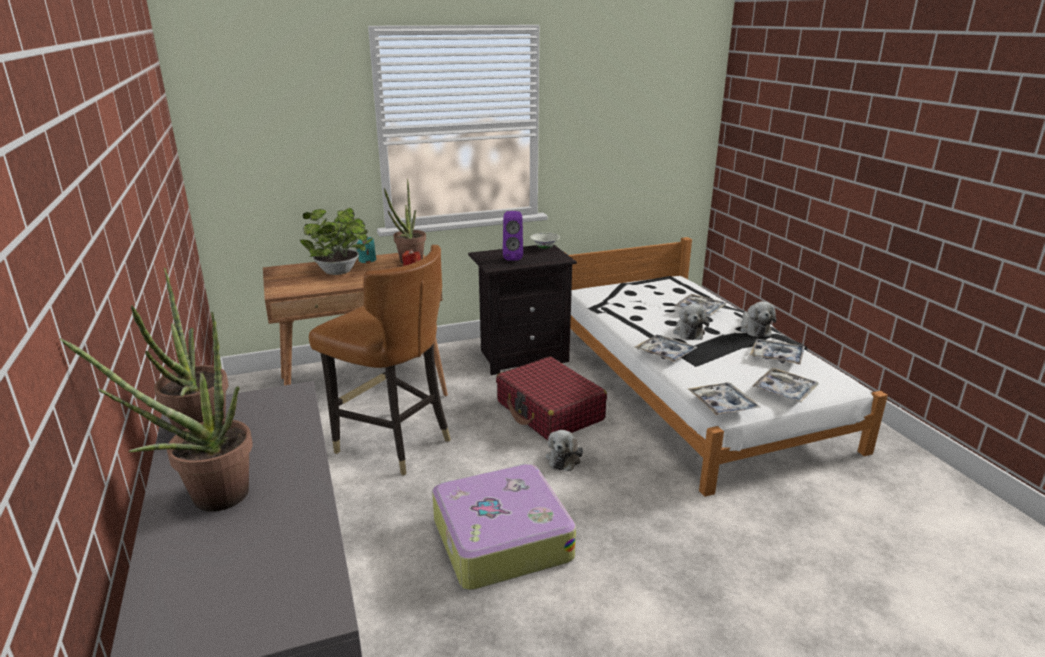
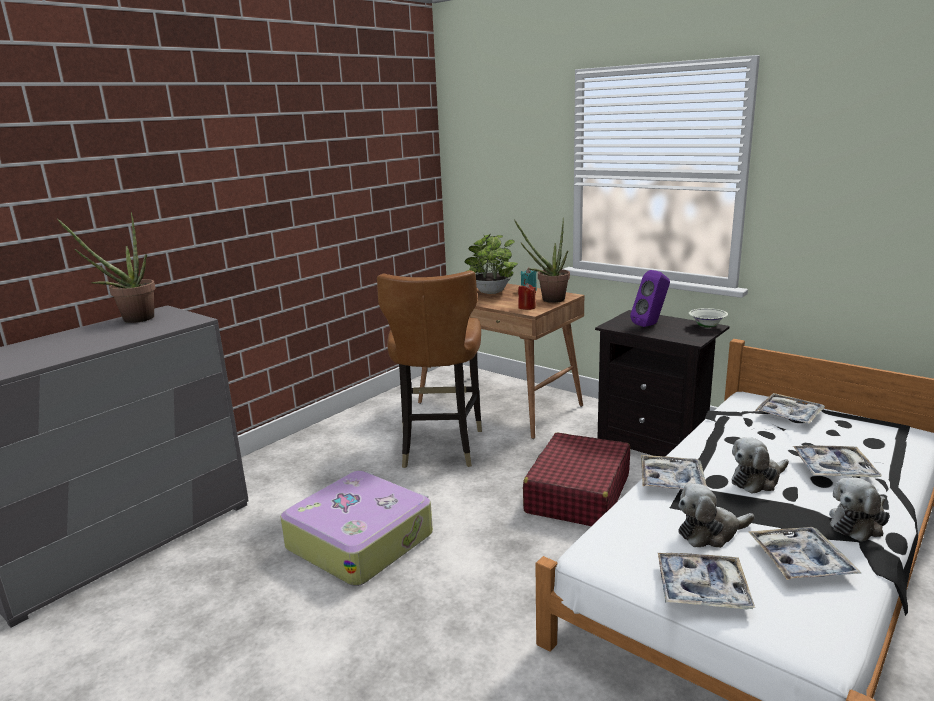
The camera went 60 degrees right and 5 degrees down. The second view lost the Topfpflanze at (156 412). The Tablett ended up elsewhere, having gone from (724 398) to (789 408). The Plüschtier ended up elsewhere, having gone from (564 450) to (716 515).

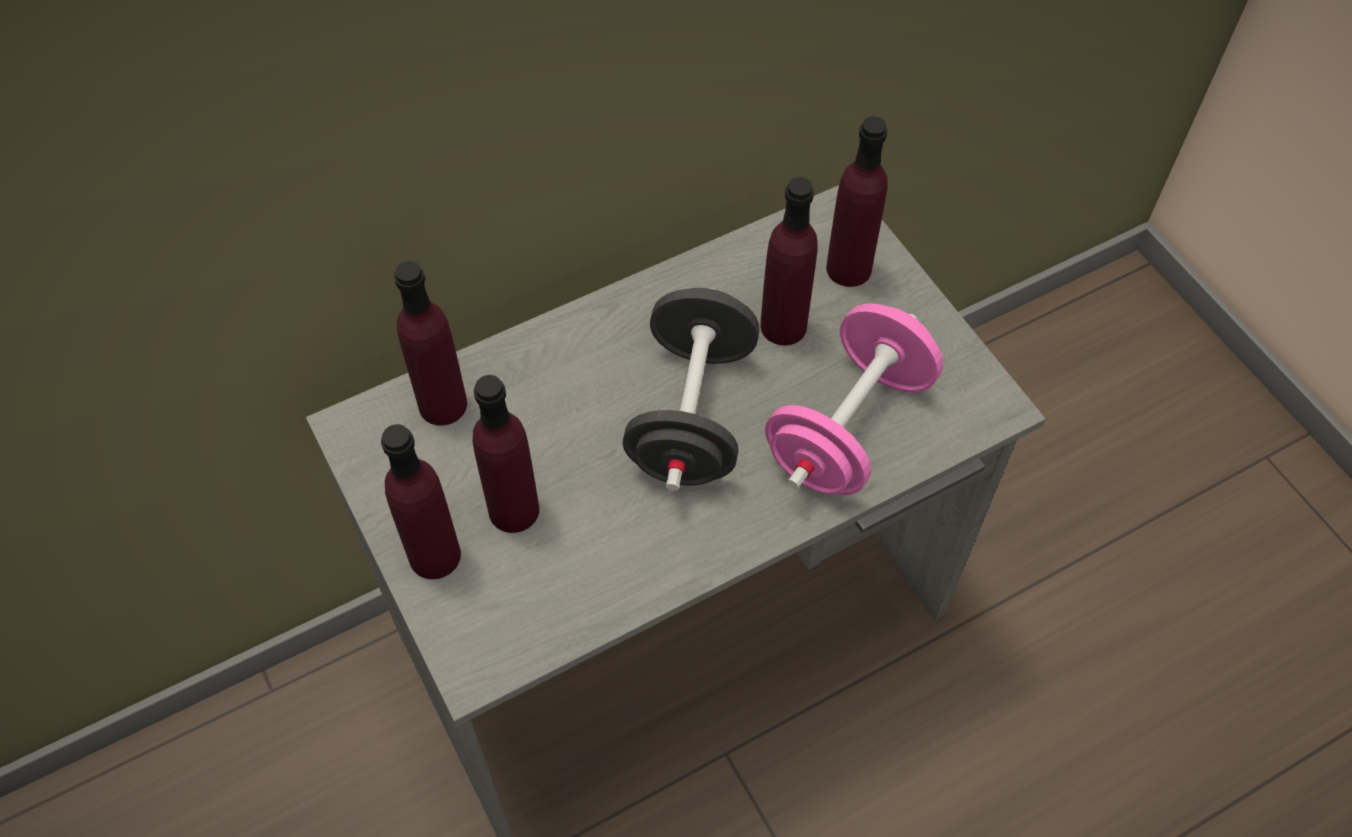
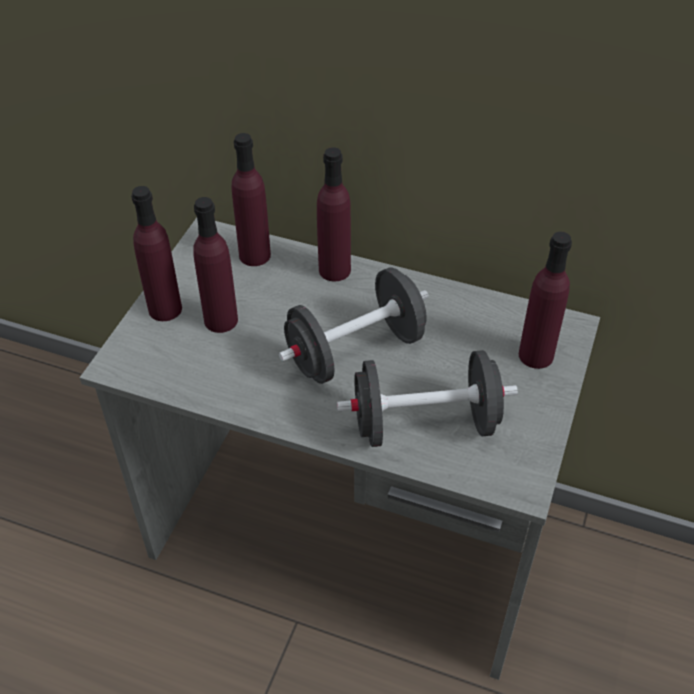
The camera went 50 degrees right and 10 degrees down. The Flasche/lila ended up elsewhere, having gone from (789 261) to (334 214). What was the Hantel/rosa at (854 399) turned into the Hantel/schwarz at (427 398).

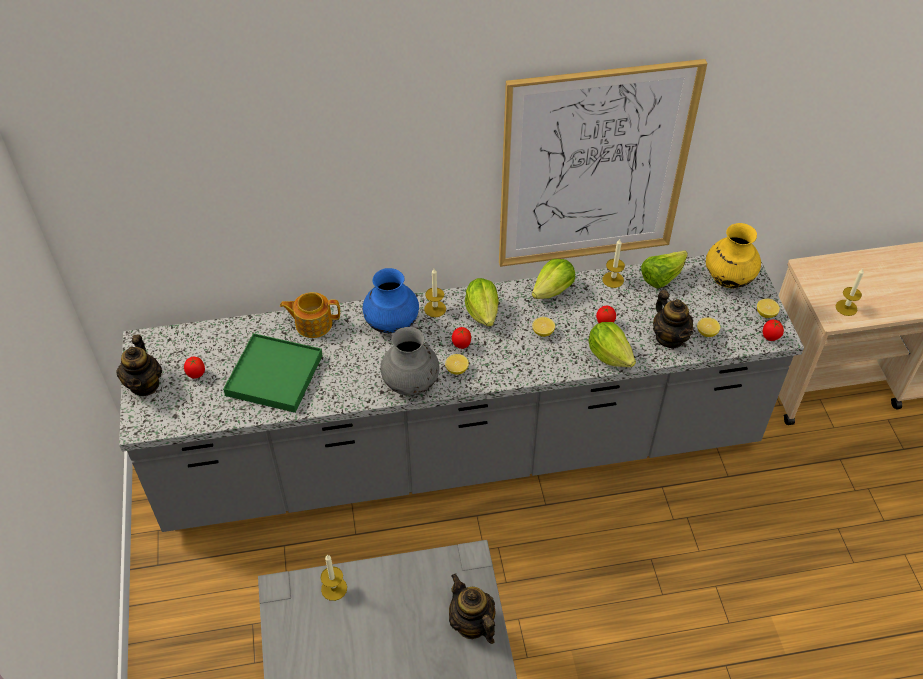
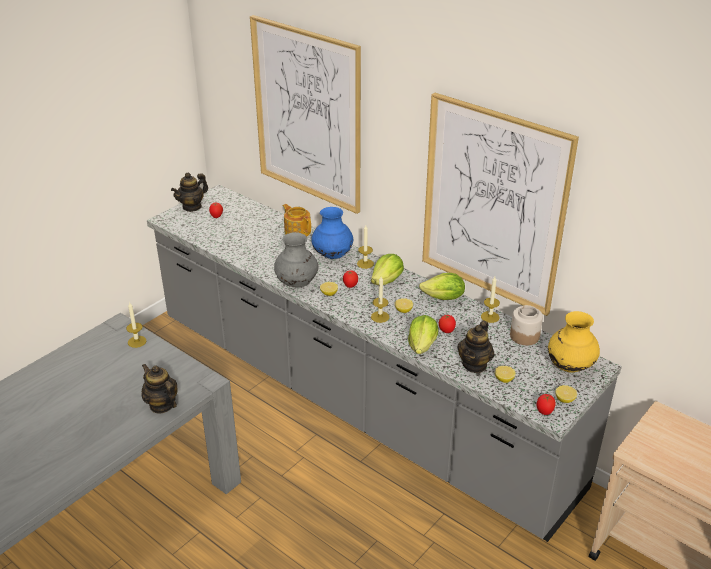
The camera went 50 degrees right and 15 degrees down. Where the Salatkopf stood at (664 269), the Vorratsglas came to stand at (526 325). The Kerze ended up elsewhere, having gone from (849 292) to (380 300). The second view lost the Tablett/grün at (273 373). The Teekanne at (472 609) ended up facing another way, 60 degrees counterclockwise from before. The second view gained the Bild at (305 114).

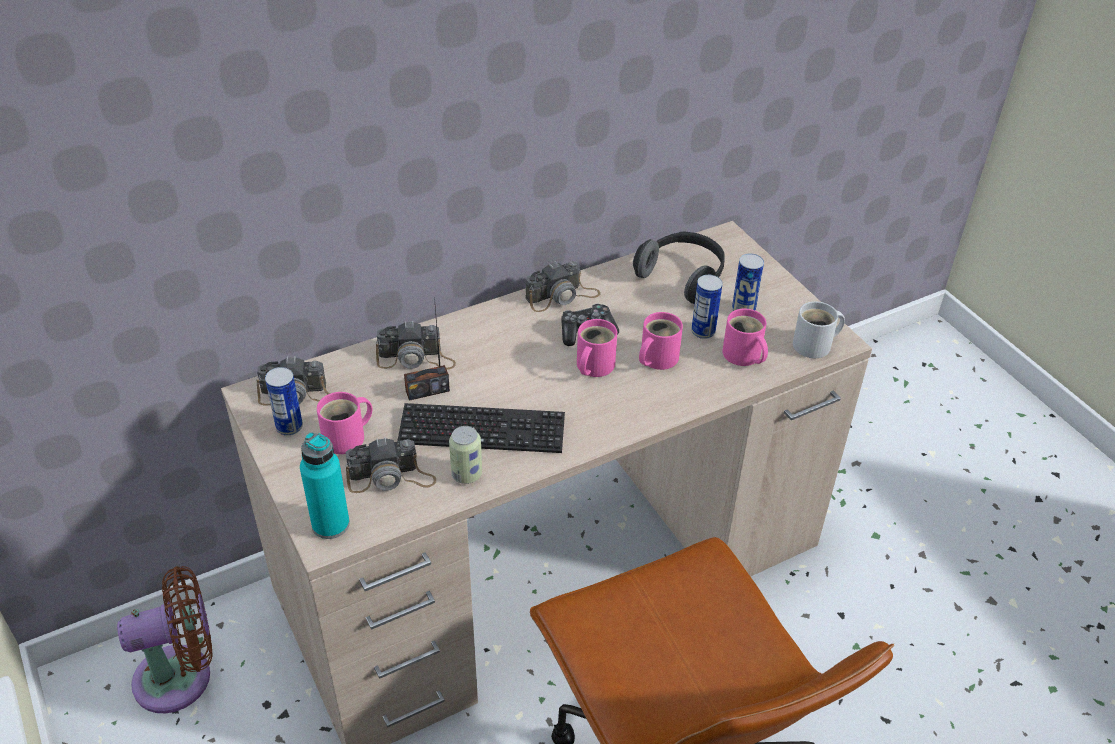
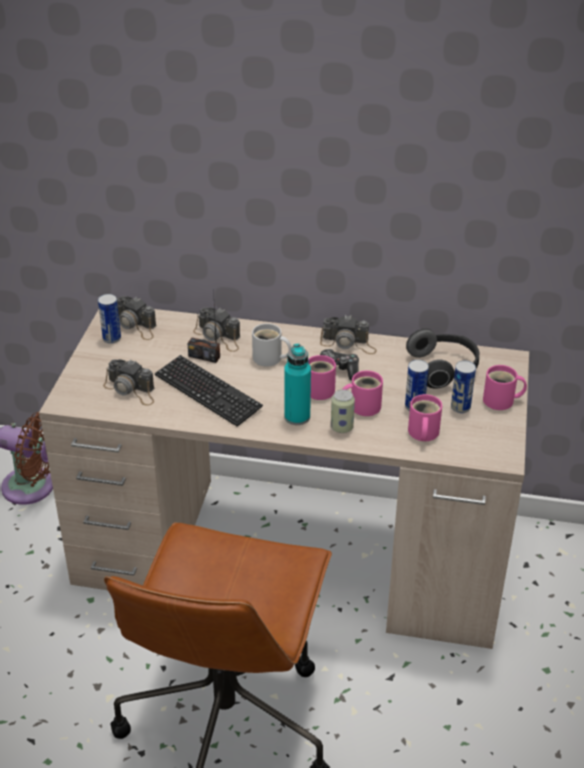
The camera went 40 degrees right and 5 degrees down. The Henkelbecher/weiß ended up elsewhere, having gone from (819 329) to (271 345). The Henkelbecher/rosa ended up elsewhere, having gone from (344 423) to (505 387). The Dose ended up elsewhere, having gone from (465 455) to (343 411). The Flasche/türkis ended up elsewhere, having gone from (325 485) to (297 384).

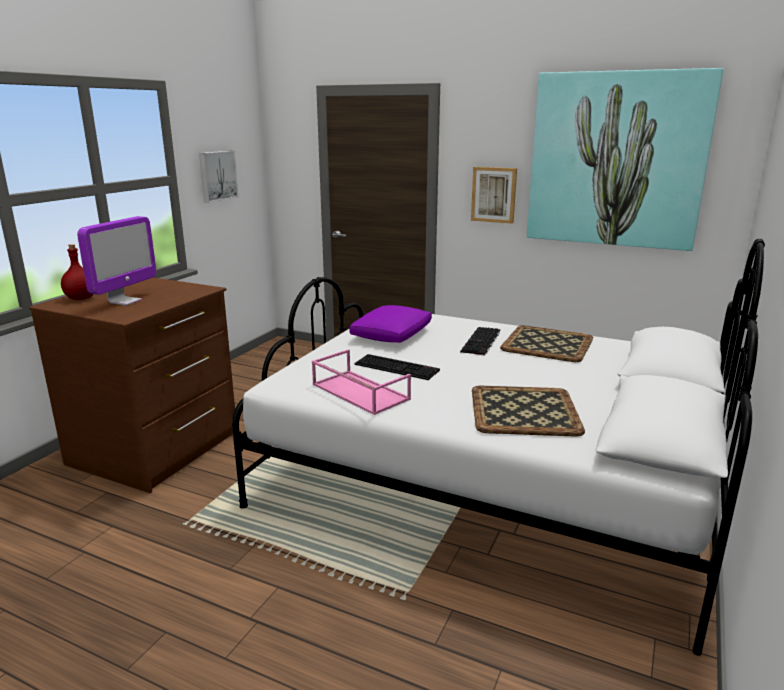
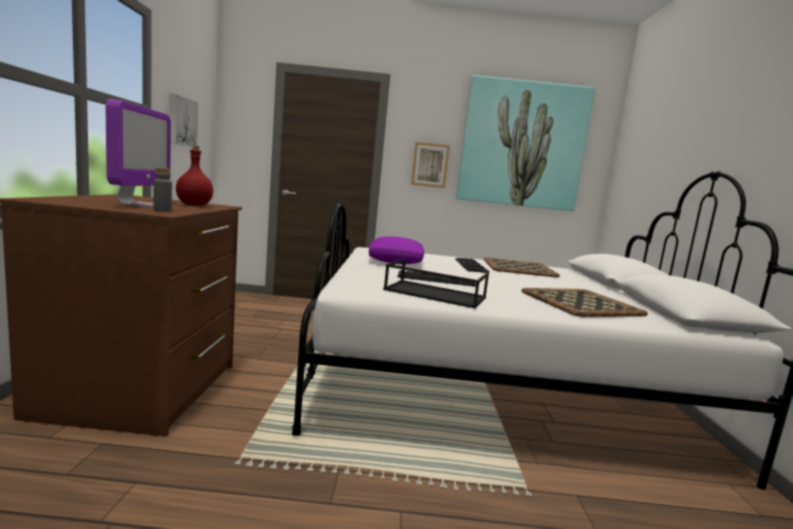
The camera went 25 degrees left and 10 degrees down. The Flasche/rot ended up elsewhere, having gone from (77 272) to (194 175). What was the Tablett/rosa at (361 382) turned into the Tablett/schwarz at (436 284). The second view gained the Flasche/grau at (162 190).

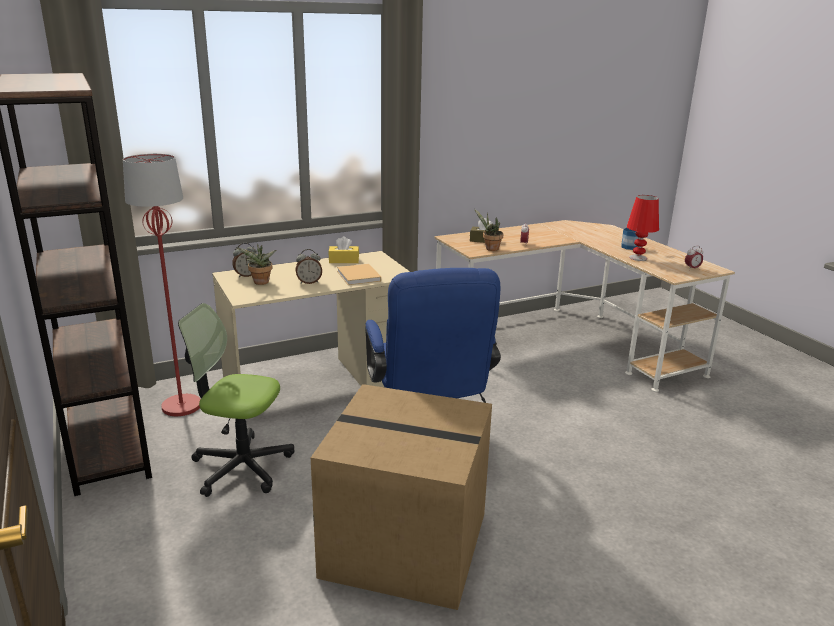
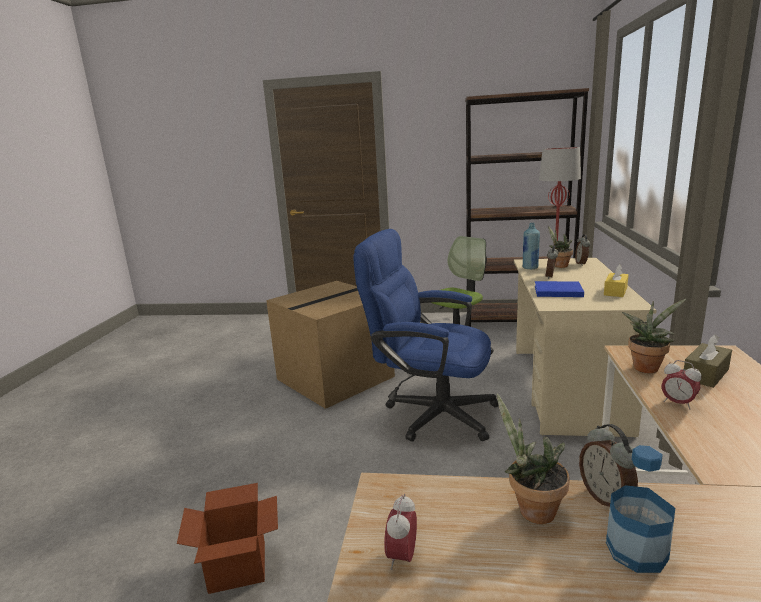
The camera went 125 degrees right and 5 degrees down. Where the Tischlampe/rot stood at (643 228), the Topfpflanze came to stand at (533 459). What was the Buch/beige at (359 274) turned into the Buch/blau at (559 289). The second view gained the Flasche/blau at (531 246). The second view gained the Wecker at (608 465). The second view gained the Karton at (227 538).

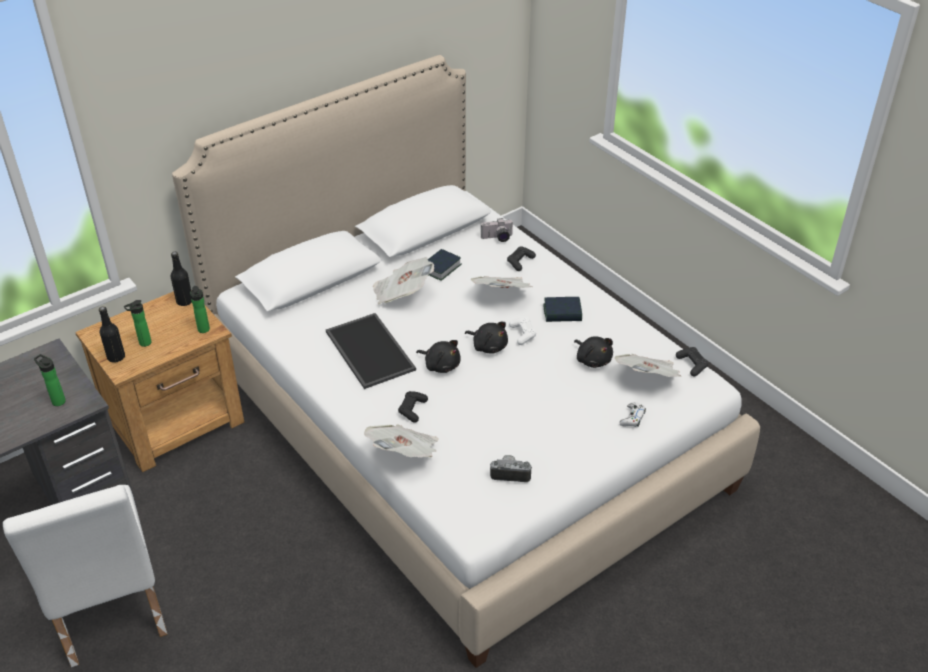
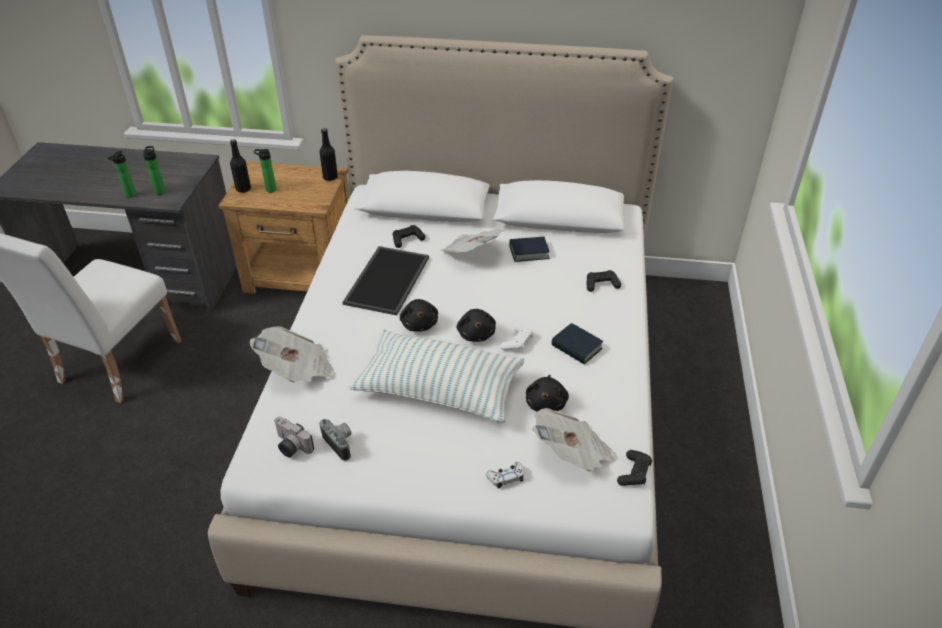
The camera went 45 degrees right and 0 degrees up. The Kamera ended up elsewhere, having gone from (497 230) to (294 437). The second view lost the Zeitung at (501 282). The Flasche ended up elsewhere, having gone from (200 309) to (122 174). The Gamepad/schwarz ended up elsewhere, having gone from (413 407) to (409 236). The second view gained the Kissen at (436 376).

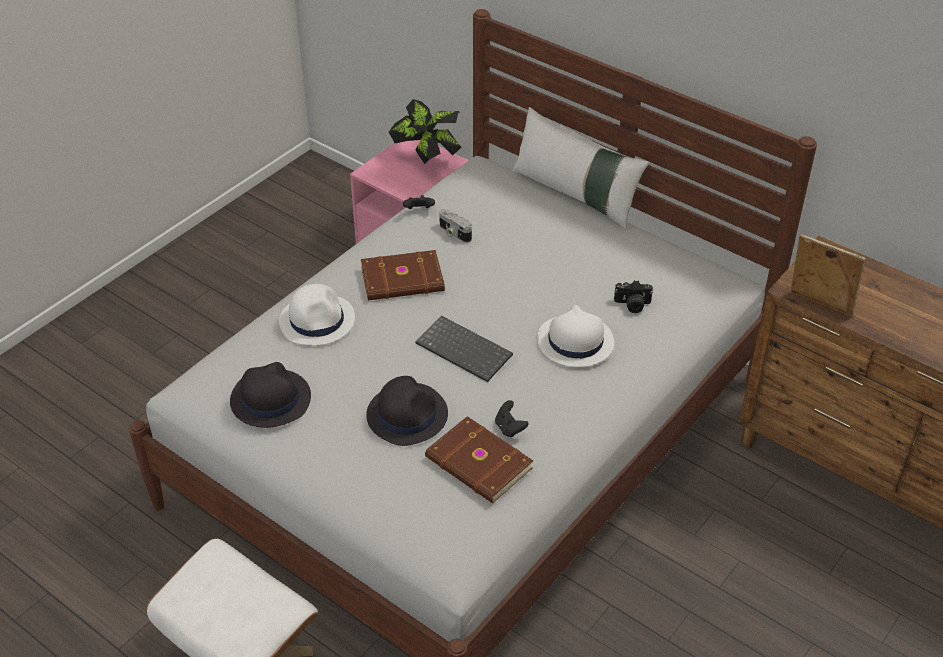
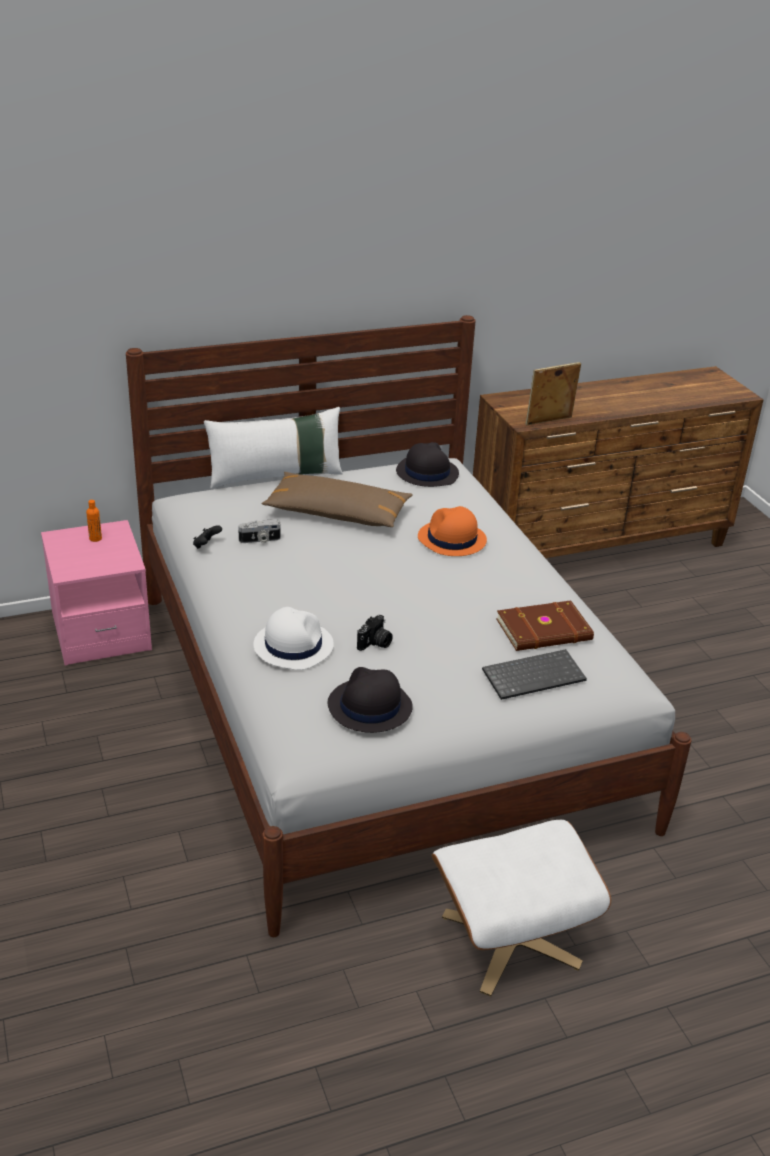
The camera went 60 degrees left and 10 degrees down. Where the Topfpflanze stood at (425 131), the Flasche/orange came to stand at (94 521). The second view lost the Buch/braun at (403 275). The Kamera ended up elsewhere, having gone from (633 296) to (375 633). What was the Hut/weiß at (575 336) turned into the Hut/orange at (452 531). The Tastatur ended up elsewhere, having gone from (464 349) to (534 674). The Hut/schwarz ended up elsewhere, having gone from (407 411) to (427 464). The second view lost the Gamepad/schwarz at (511 419). The second view gained the Kissen/braun at (337 499).

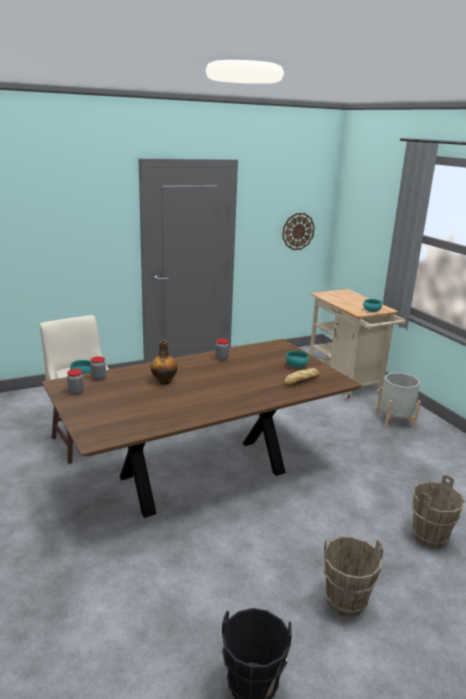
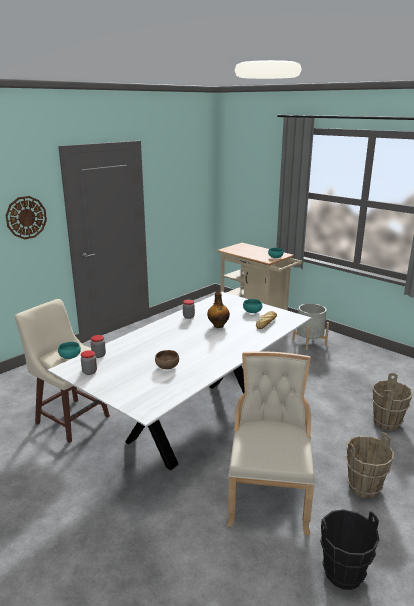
The camera went 20 degrees left and 0 degrees up. The Wanduhr ended up elsewhere, having gone from (298 231) to (26 217). What was the Esstisch/braun at (202 428) turned into the Esstisch/weiß at (179 381). The Flasche ended up elsewhere, having gone from (164 362) to (218 310). The second view gained the Schüssel/braun at (167 360). The second view gained the Stuhl/beige at (271 443).

